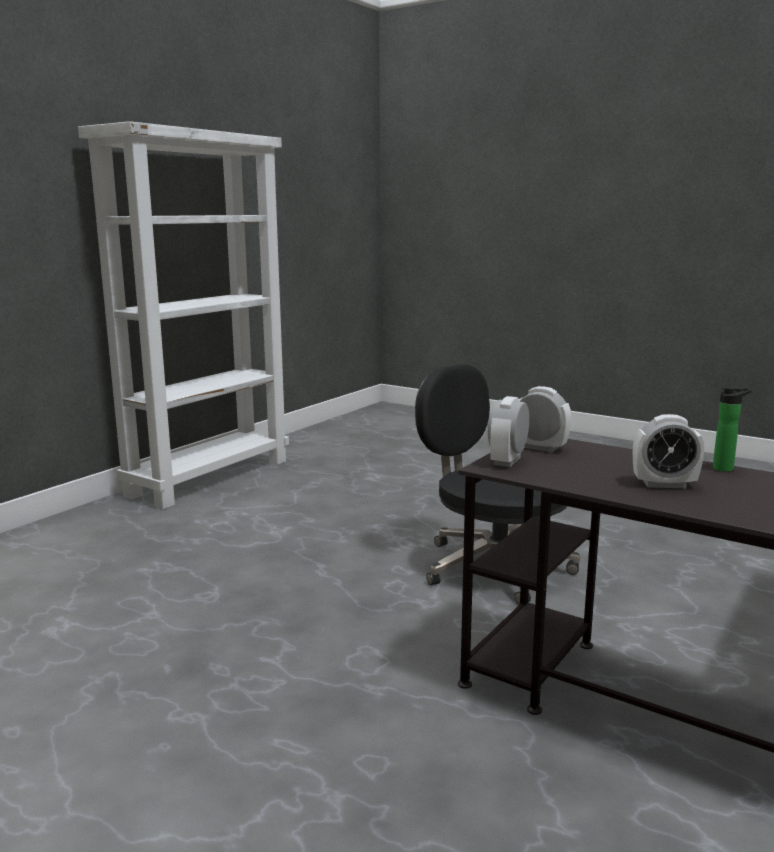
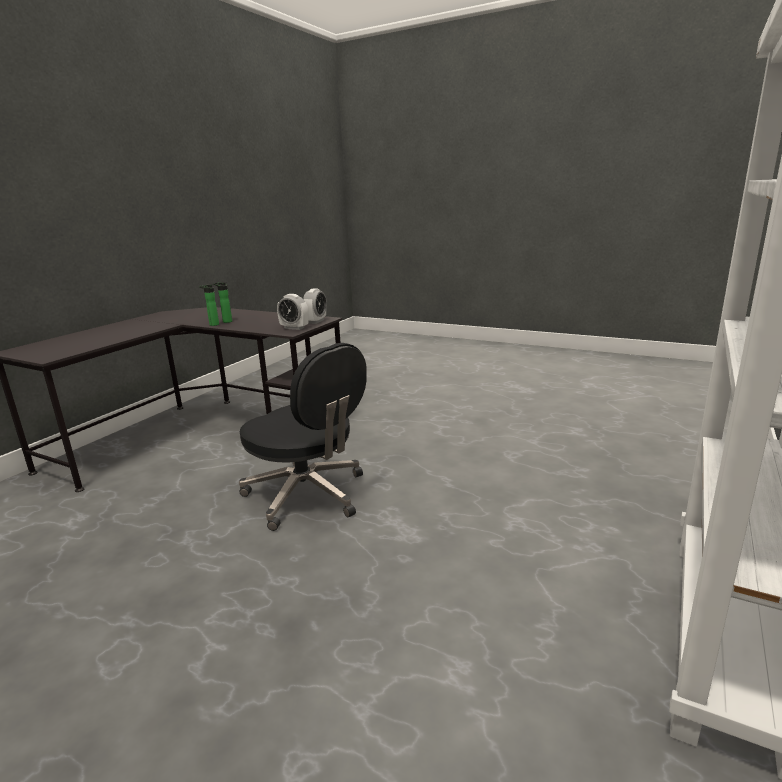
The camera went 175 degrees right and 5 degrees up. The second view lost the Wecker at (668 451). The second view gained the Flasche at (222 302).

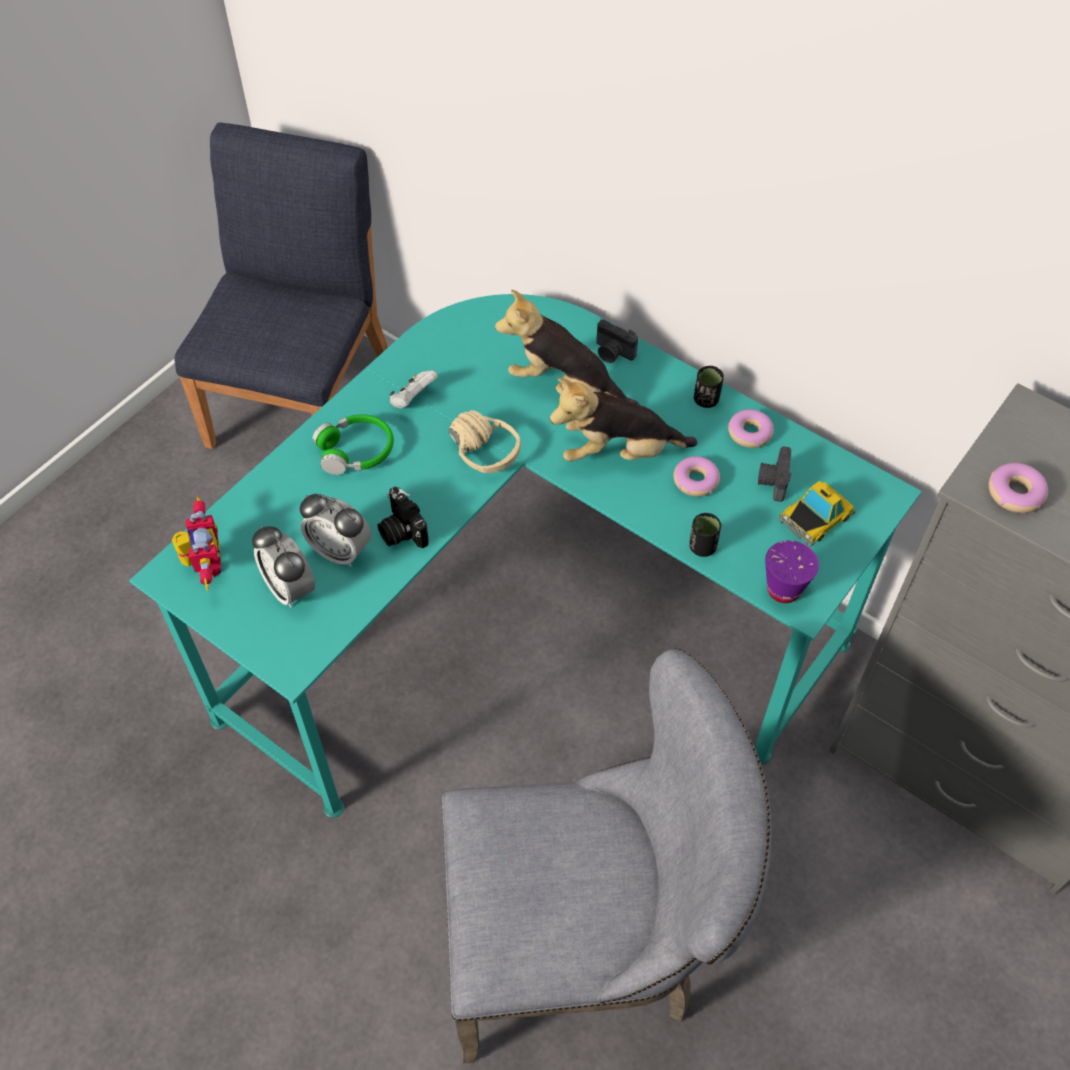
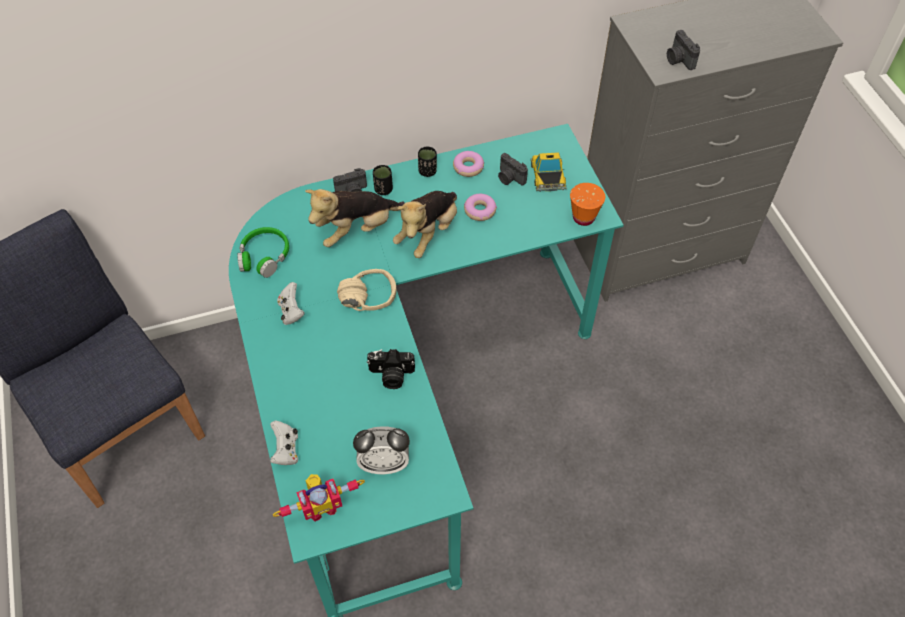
The camera went 55 degrees left and 0 degrees up. The Kopfhörer/grün ended up elsewhere, having gone from (353 444) to (263 252). Where the Donut stood at (1018 488), the Kamera came to stand at (683 50). The second view lost the Wecker at (335 530). The Spielzeugroboter at (196 542) ended up facing another way, 135 degrees clockwise from before. The Tasse/schwarz ended up elsewhere, having gone from (705 535) to (383 180). What was the Tasse/lila at (792 571) turned into the Tasse/orange at (587 204). The second view lost the Stuhl/grau at (606 856). The second view gained the Gamepad/weiß at (284 442).

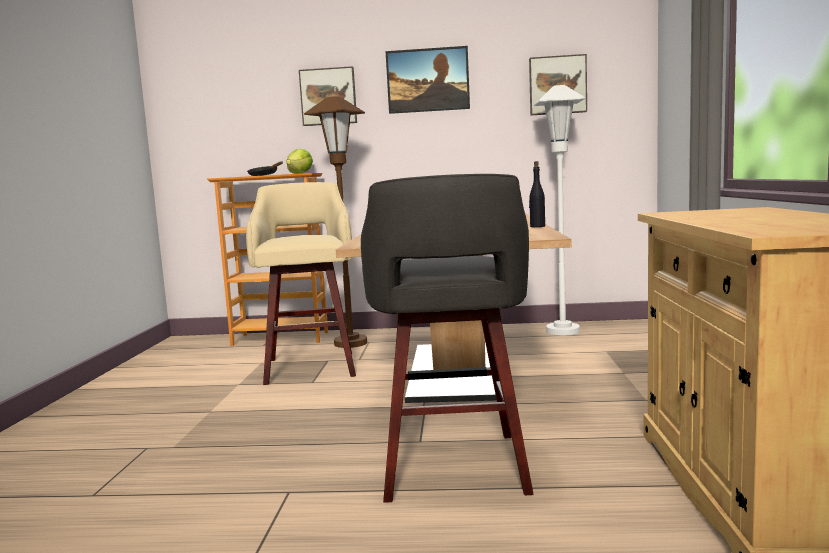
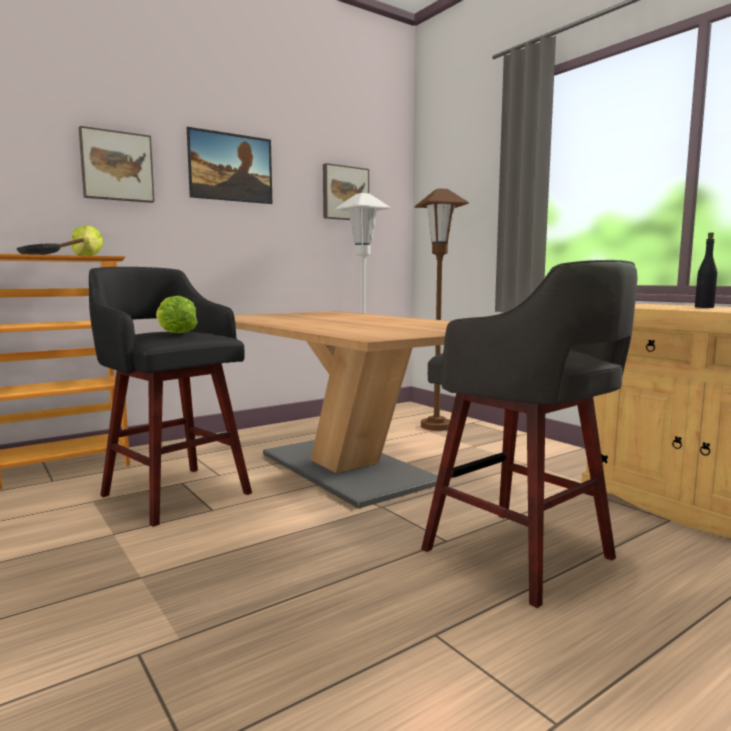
The camera went 40 degrees left and 0 degrees up. The Stehlampe/braun ended up elsewhere, having gone from (335 222) to (441 309). The Flasche/schwarz ended up elsewhere, having gone from (537 194) to (706 270). What was the Hocker/beige at (301 283) turned into the Hocker/schwarz at (170 397). The second view gained the Salatkopf at (176 314).

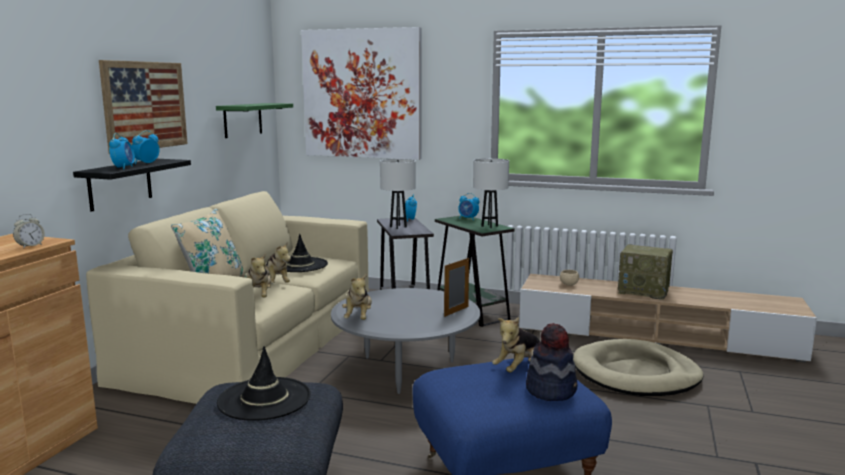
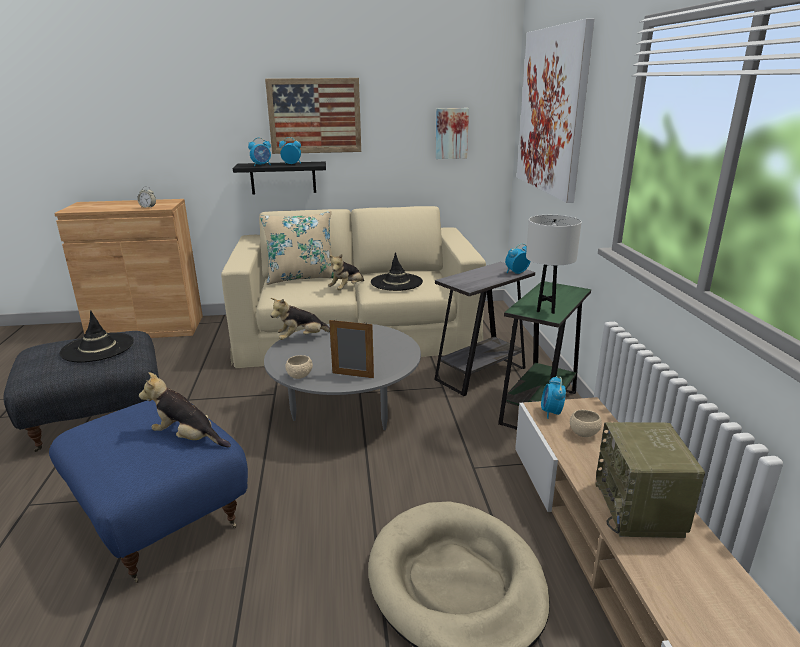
The camera went 65 degrees right and 10 degrees up. Where the Wandregal/grün hung at (254 120), the Bild came to hang at (452 133). The second view lost the Tischlampe/weiß at (398 194). The Wecker ended up elsewhere, having gone from (469 206) to (553 397). The second view lost the Plüschtier at (258 275). The second view lost the Hut at (552 362). The second view gained the Schüssel/beige at (299 367).

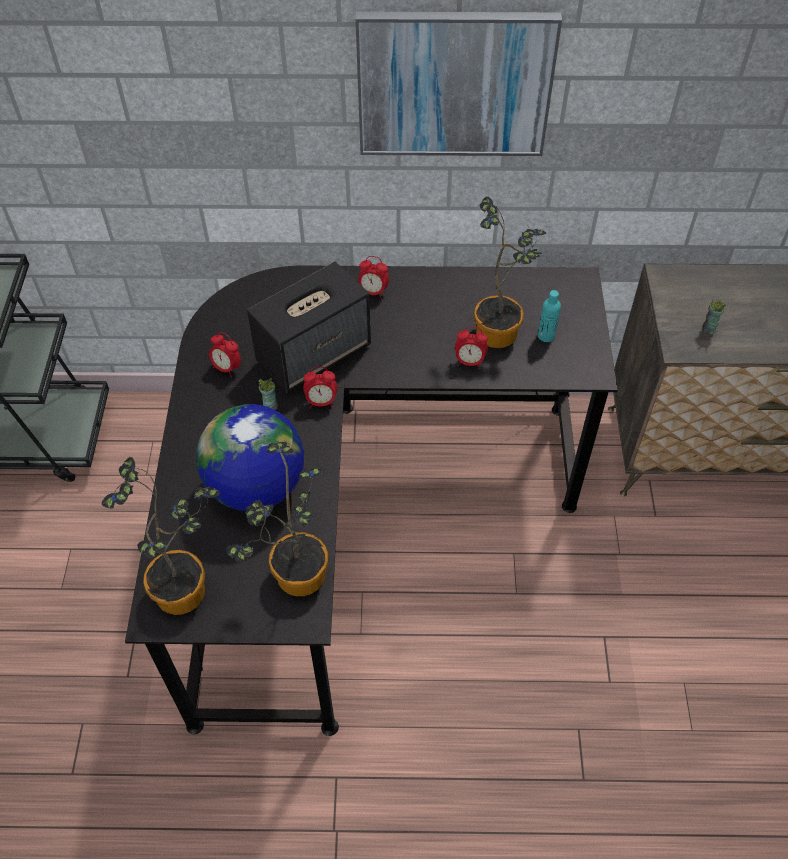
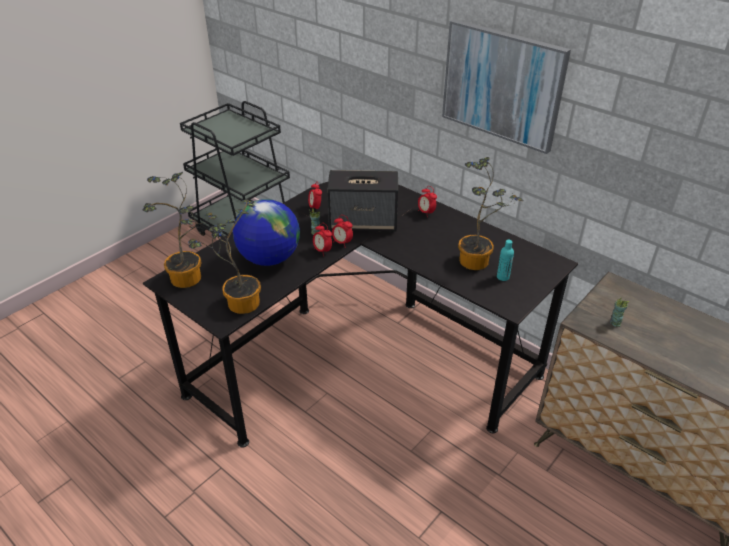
The camera went 40 degrees right and 15 degrees down. The Wecker ended up elsewhere, having gone from (471 347) to (322 239).

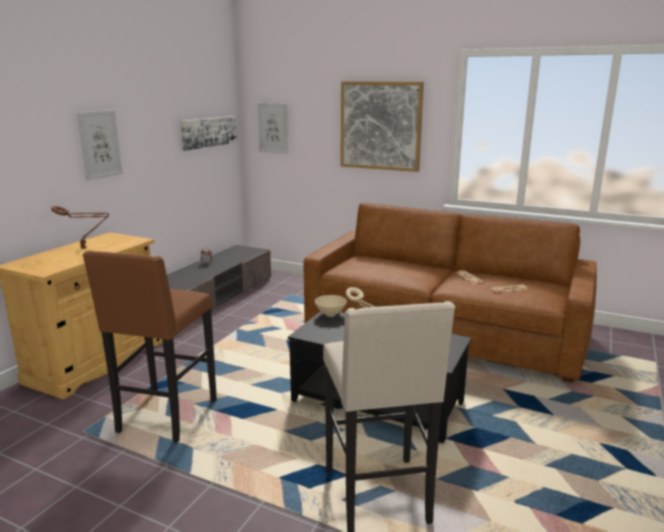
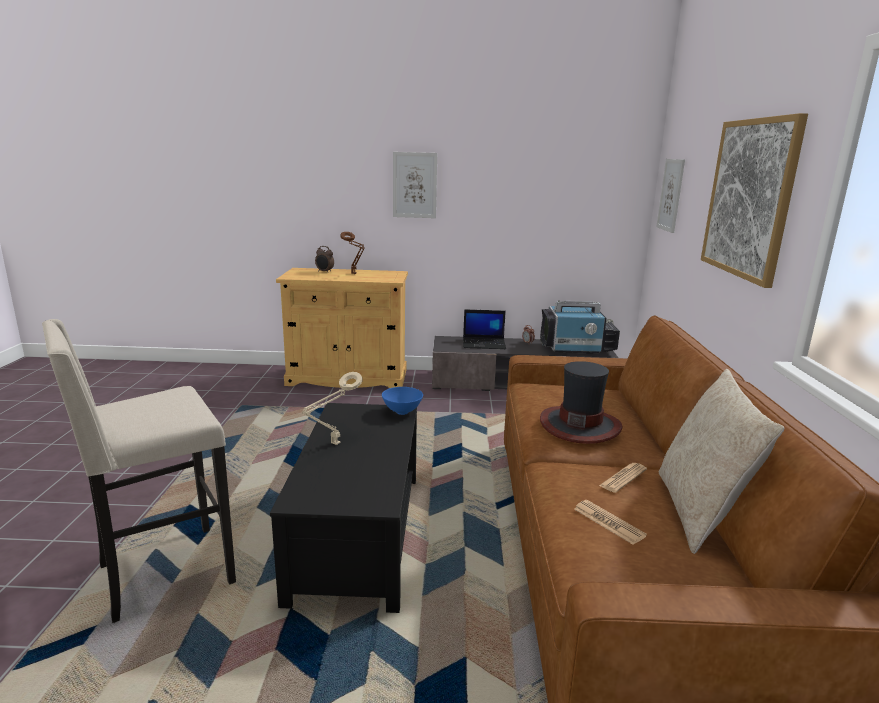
The camera went 65 degrees right and 0 degrees up. The second view lost the Bild at (209 133). The second view lost the Hocker/braun at (149 347). What was the Schüssel/beige at (331 306) turned into the Schüssel/blau at (402 401). The second view gained the Wecker at (324 259). The second view gained the Fernseher at (580 327). The second view gained the Laptop at (484 329). The second view gained the Hut at (581 402). The second view gained the Kissen/beige at (721 461).

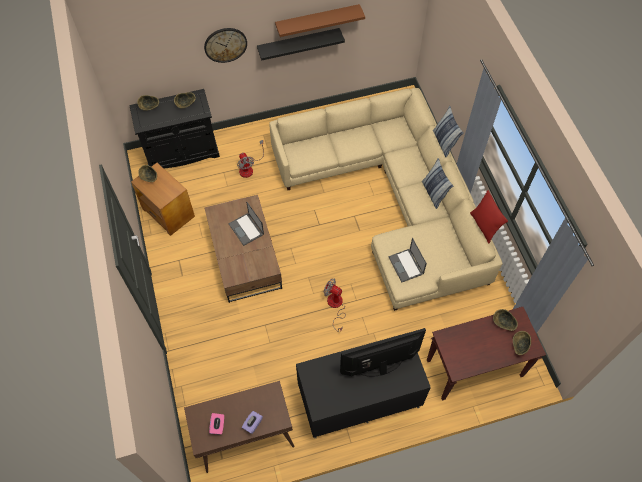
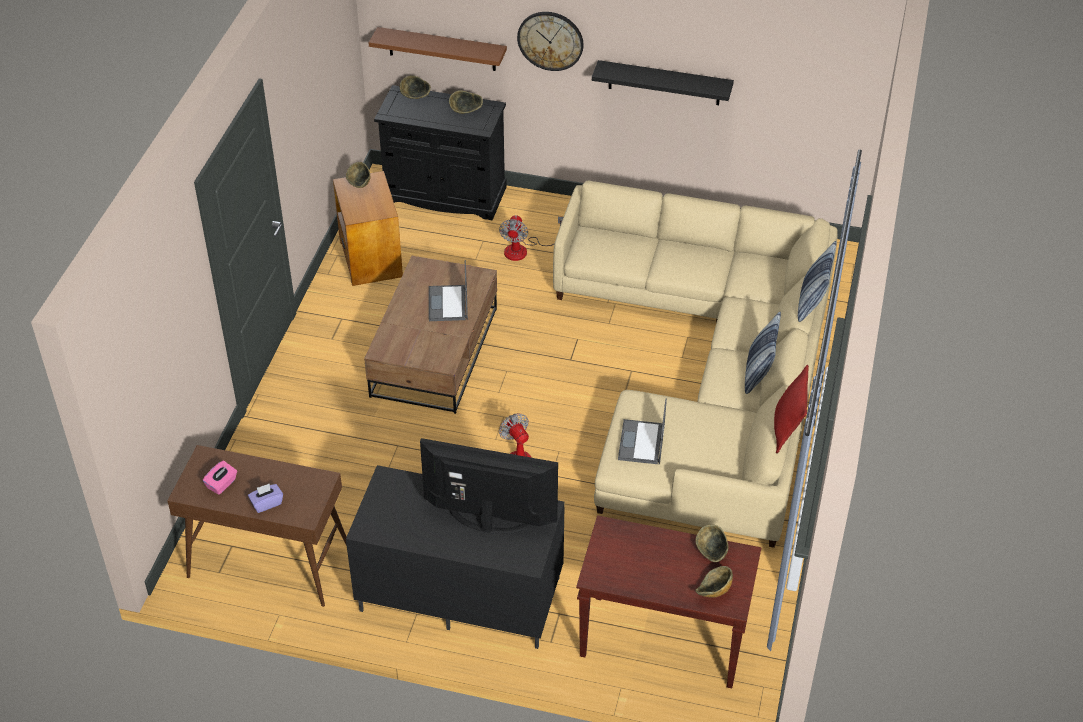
The camera went 30 degrees right and 15 degrees down. The Wandregal/braun ended up elsewhere, having gone from (320 20) to (438 49).

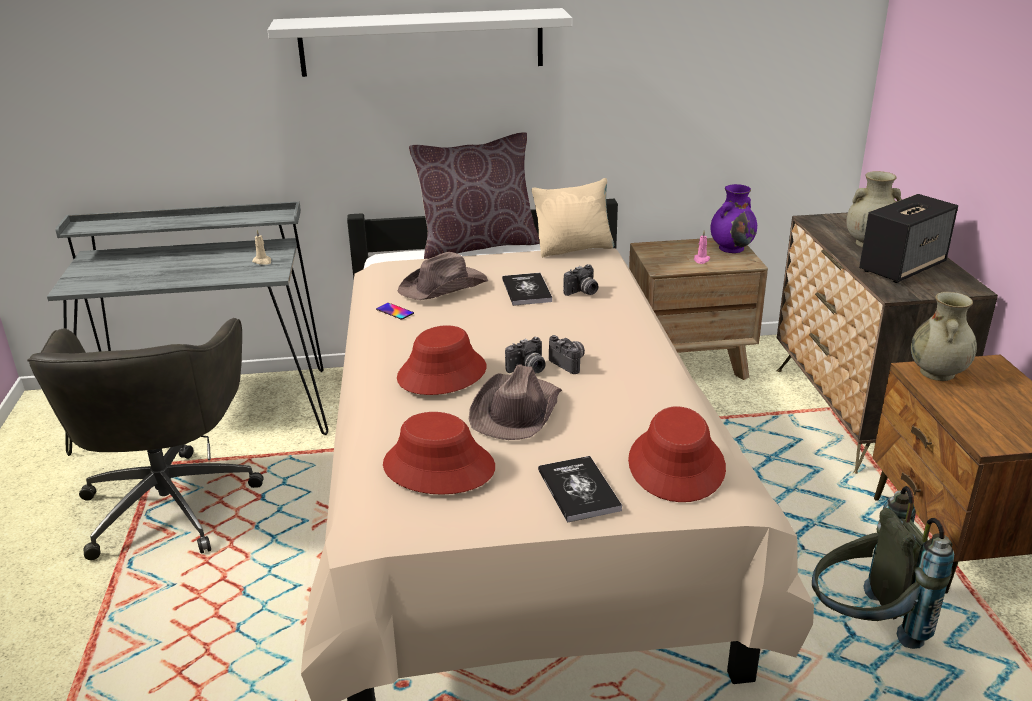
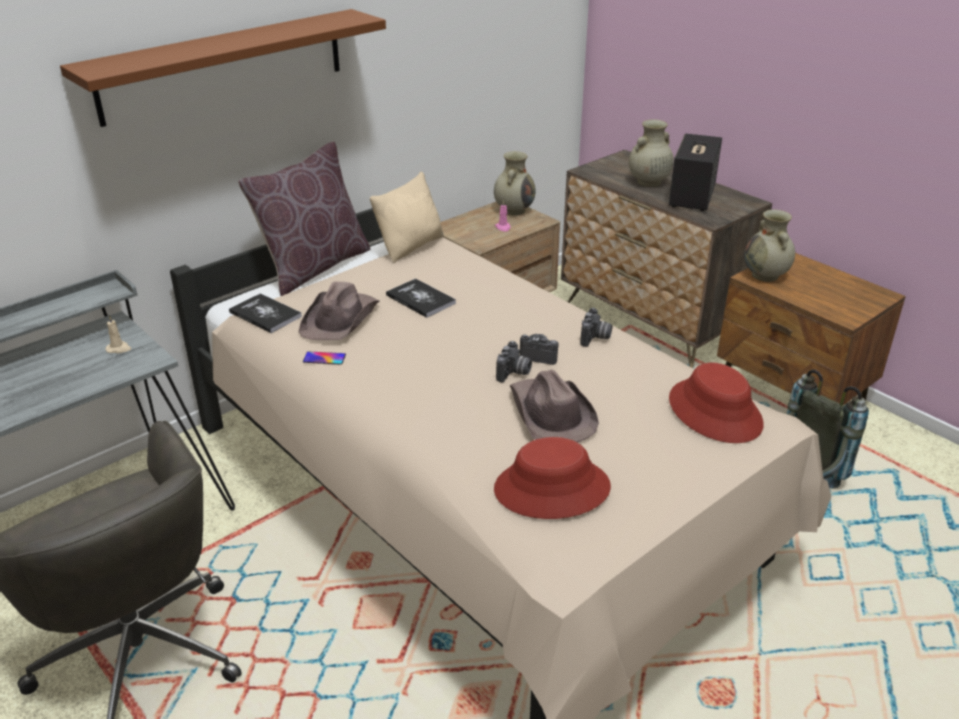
The camera went 35 degrees left and 5 degrees up. What was the Wandregal/weiß at (419 42) turned into the Wandregal/braun at (223 68). What was the Vase/lila at (733 218) turned into the Vase/beige at (514 183). The Kamera ended up elsewhere, having gone from (580 280) to (596 327). The second view lost the Hut/rot at (441 360). The Buch ended up elsewhere, having gone from (580 489) to (265 313).

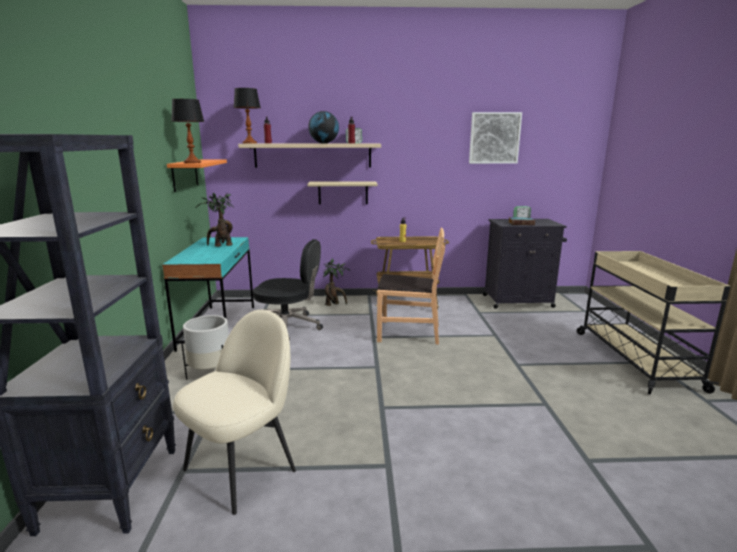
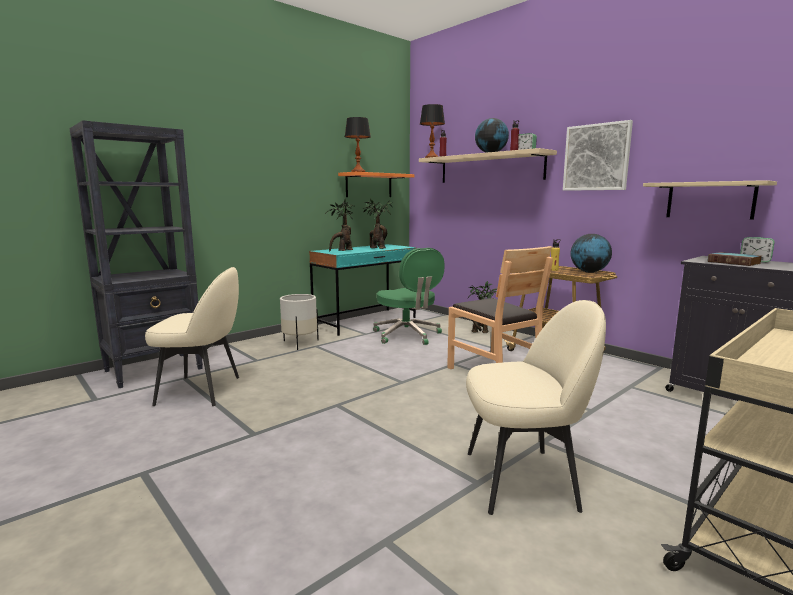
The camera went 50 degrees right and 5 degrees down. The Bild ended up elsewhere, having gone from (495 138) to (598 155). The Wandregal/beige ended up elsewhere, having gone from (342 192) to (710 200). What was the Bürostuhl/schwarz at (287 290) turned into the Bürostuhl/grün at (409 296). The second view gained the Topfpflanze at (339 225). The second view gained the Globus at (591 253). The second view gained the Stuhl/beige at (536 407).

